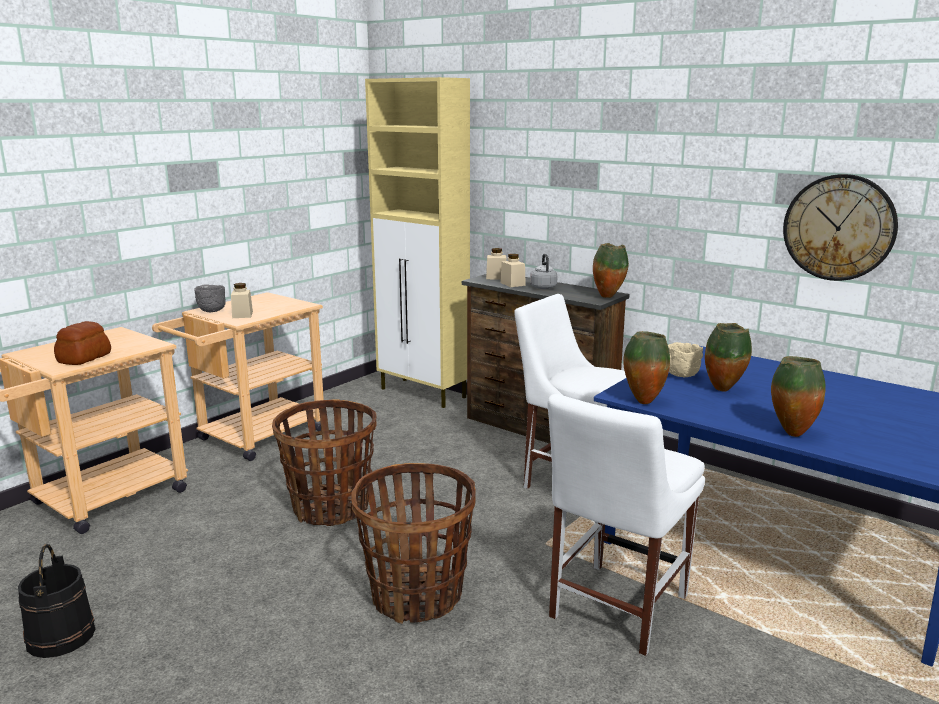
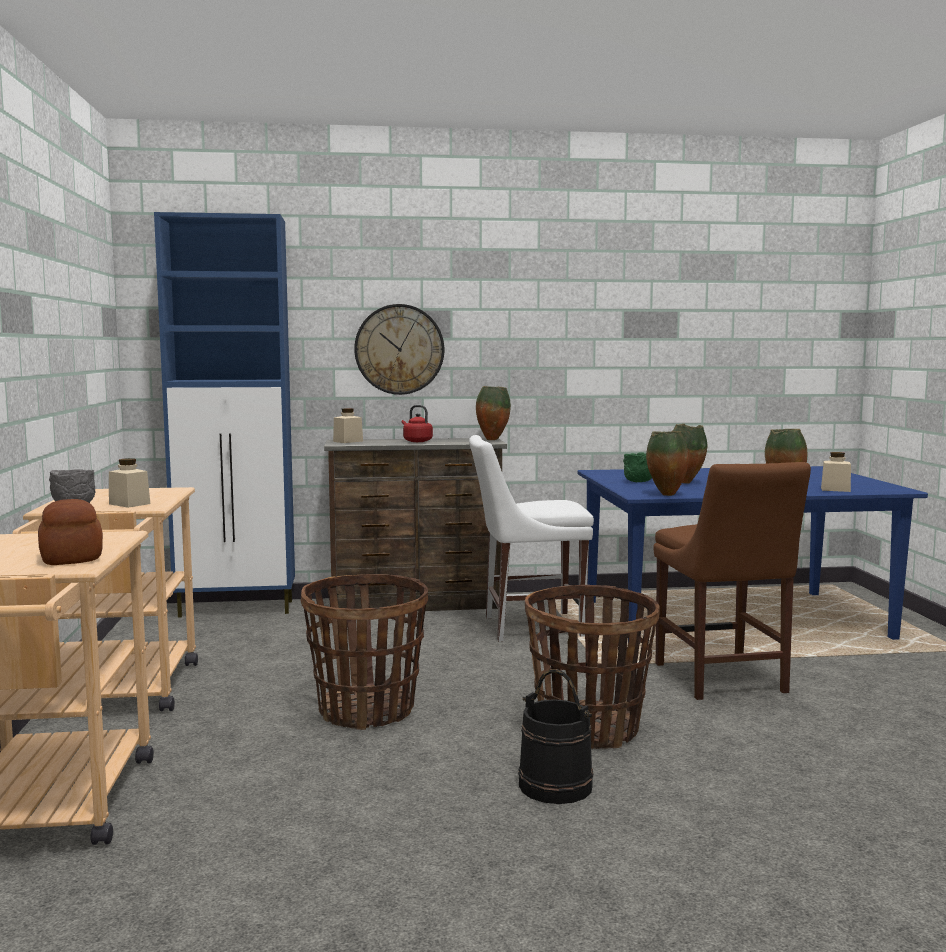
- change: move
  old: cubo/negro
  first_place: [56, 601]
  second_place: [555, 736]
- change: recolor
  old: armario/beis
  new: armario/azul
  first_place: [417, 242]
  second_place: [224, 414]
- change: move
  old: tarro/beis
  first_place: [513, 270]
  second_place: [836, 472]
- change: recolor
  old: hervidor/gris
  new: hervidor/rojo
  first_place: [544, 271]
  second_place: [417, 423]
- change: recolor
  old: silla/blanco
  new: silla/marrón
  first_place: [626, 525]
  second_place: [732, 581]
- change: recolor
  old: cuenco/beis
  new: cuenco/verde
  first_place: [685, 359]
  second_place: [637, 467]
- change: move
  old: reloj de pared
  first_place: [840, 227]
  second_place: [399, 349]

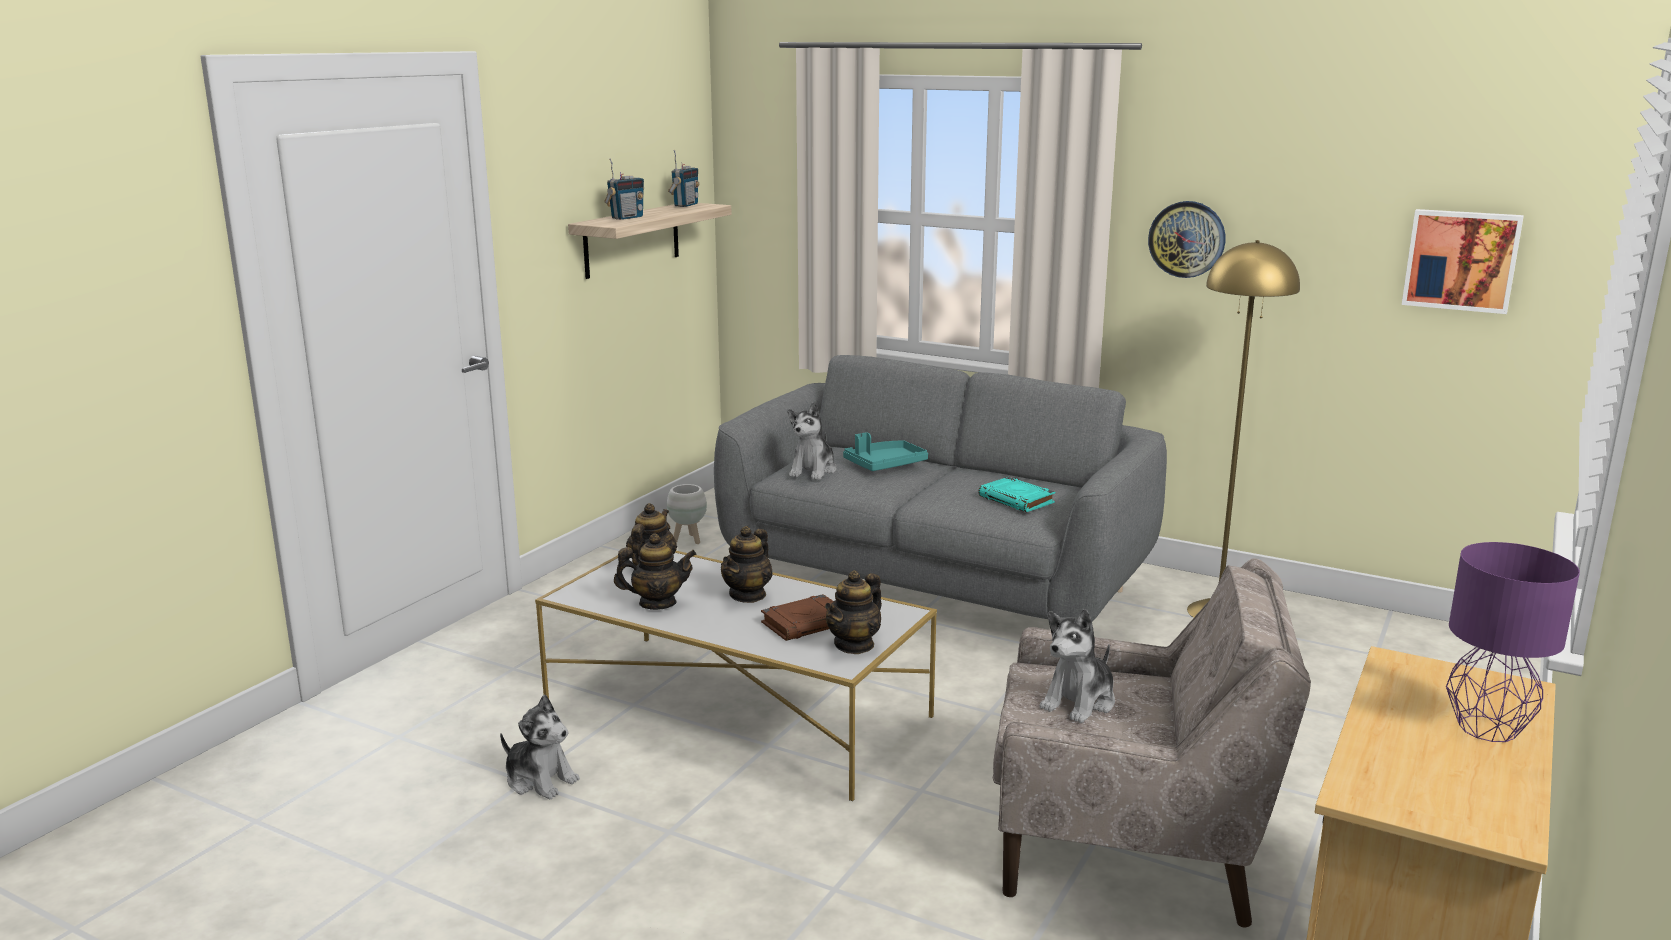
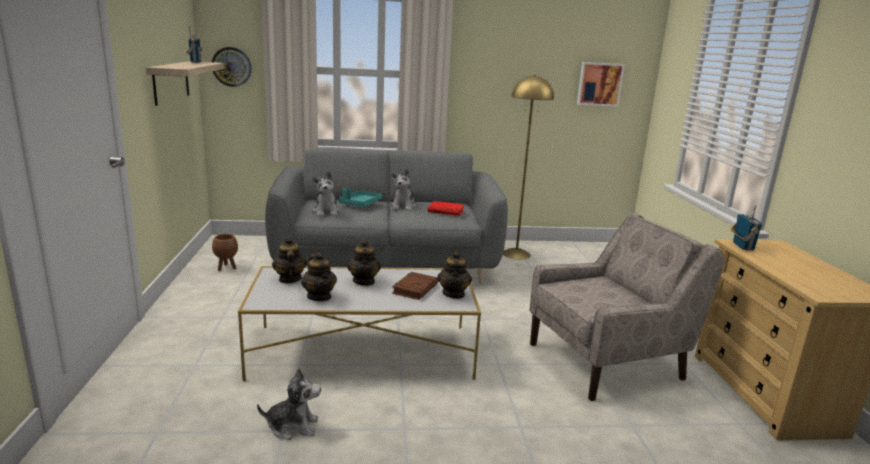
- change: move
  old: radio
  first_place: [624, 189]
  second_place: [746, 227]
- change: rotate
  old: tetera
  first_place: [655, 571]
  second_place: [319, 276]
  degrees: 105
- change: recolor
  old: maceta/blanco
  new: maceta/marrón
  first_place: [687, 514]
  second_place: [225, 252]
- change: recolor
  old: libro/turquesa
  new: libro/rojo
  first_place: [1016, 494]
  second_place: [446, 208]
- change: move
  old: peluche
  first_place: [1077, 666]
  second_place: [403, 189]
- change: move
  old: reloj de pared
  first_place: [1186, 239]
  second_place: [232, 67]
- change: delete
  old: lámpara de mesa/morado
  first_place: [1513, 642]

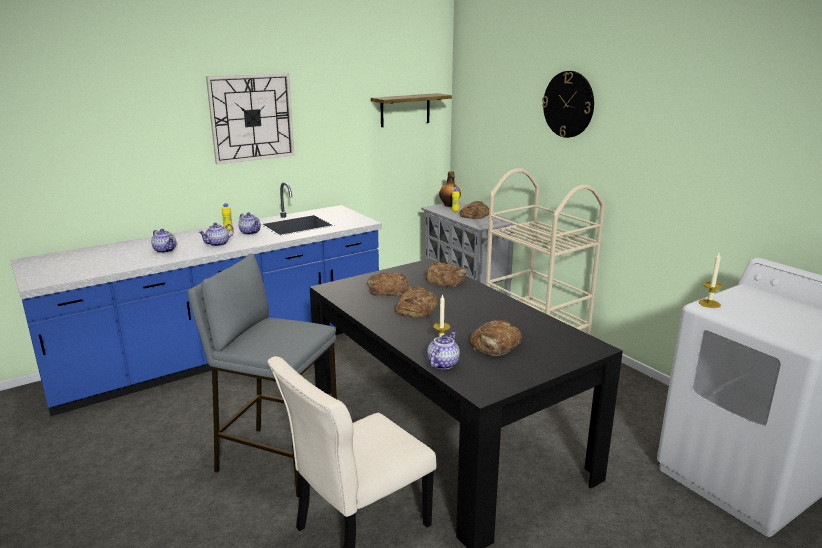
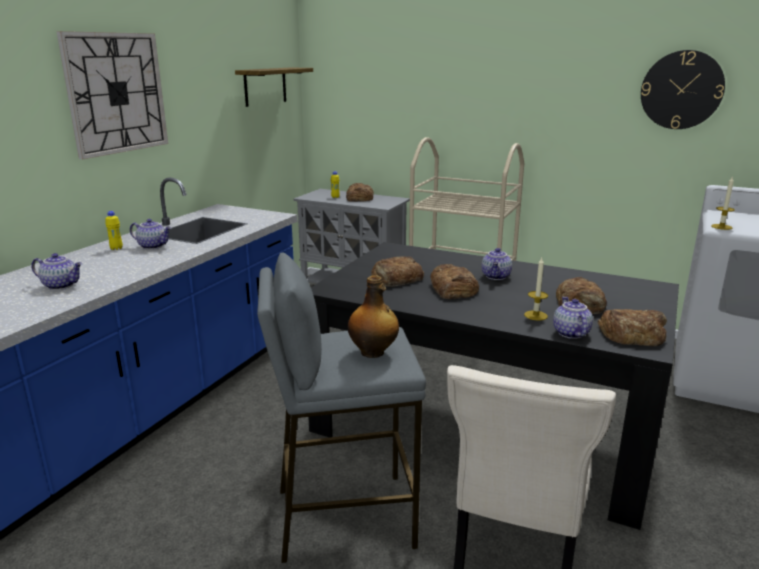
- change: move
  old: tetera
  first_place: [216, 235]
  second_place: [496, 264]
- change: move
  old: pan
  first_place: [445, 274]
  second_place: [632, 327]
- change: move
  old: botella
  first_place: [450, 189]
  second_place: [373, 316]
- change: move
  old: reloj de pared
  first_place: [568, 104]
  second_place: [683, 89]

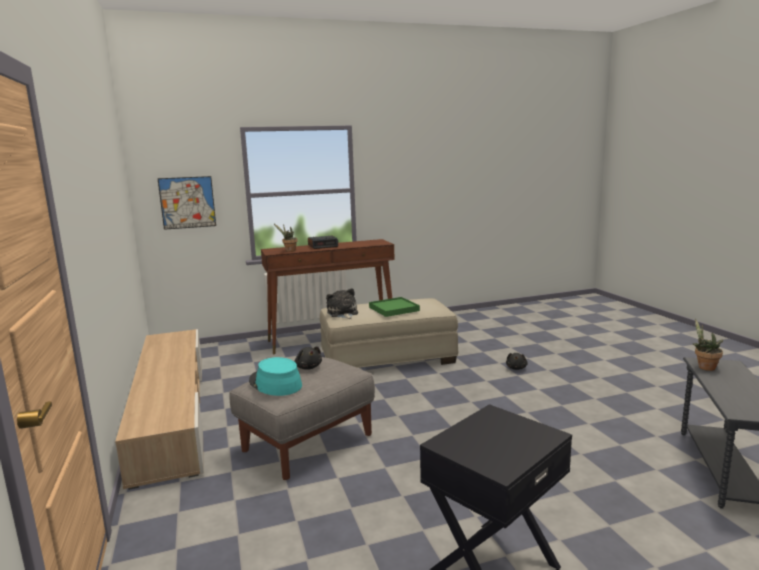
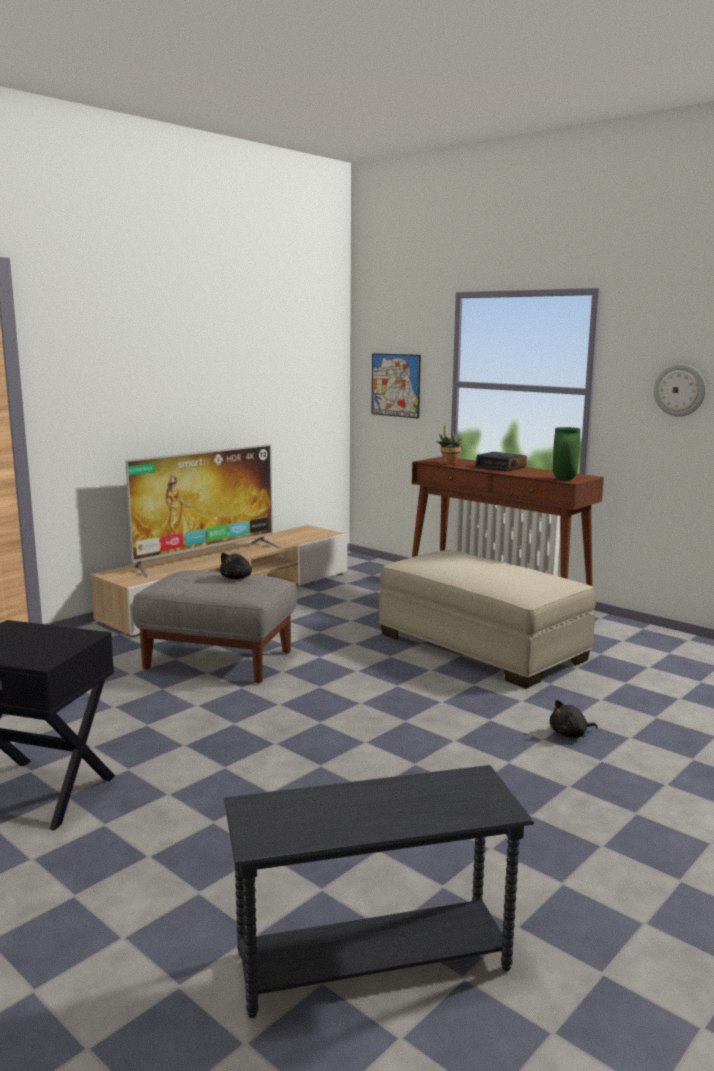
- change: delete
  old: sombrero/turquesa
  first_place: [275, 376]
- change: delete
  old: peluche
  first_place: [342, 303]
- change: delete
  old: bandeja/verde
  first_place: [394, 307]
- change: delete
  old: planta en maceta
  first_place: [707, 345]
- change: insert
  new: televisor
  second_place: [203, 510]
- change: insert
  new: florero/verde
  second_place: [567, 453]
- change: insert
  new: reloj de pared
  second_place: [680, 390]

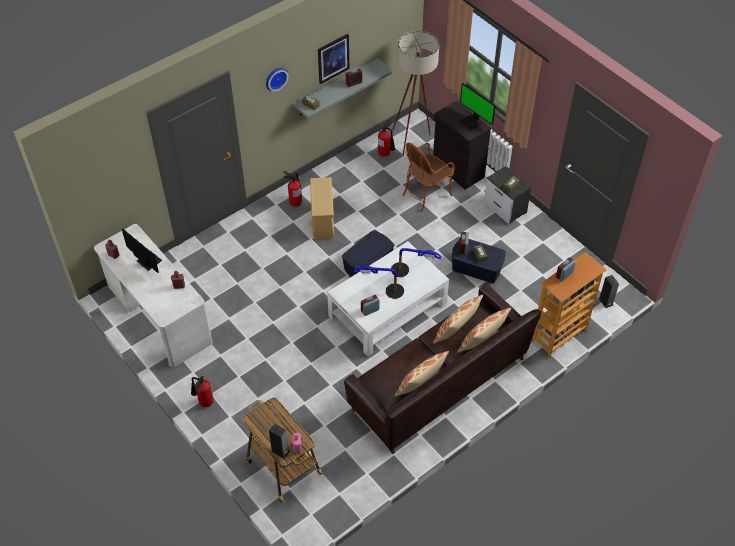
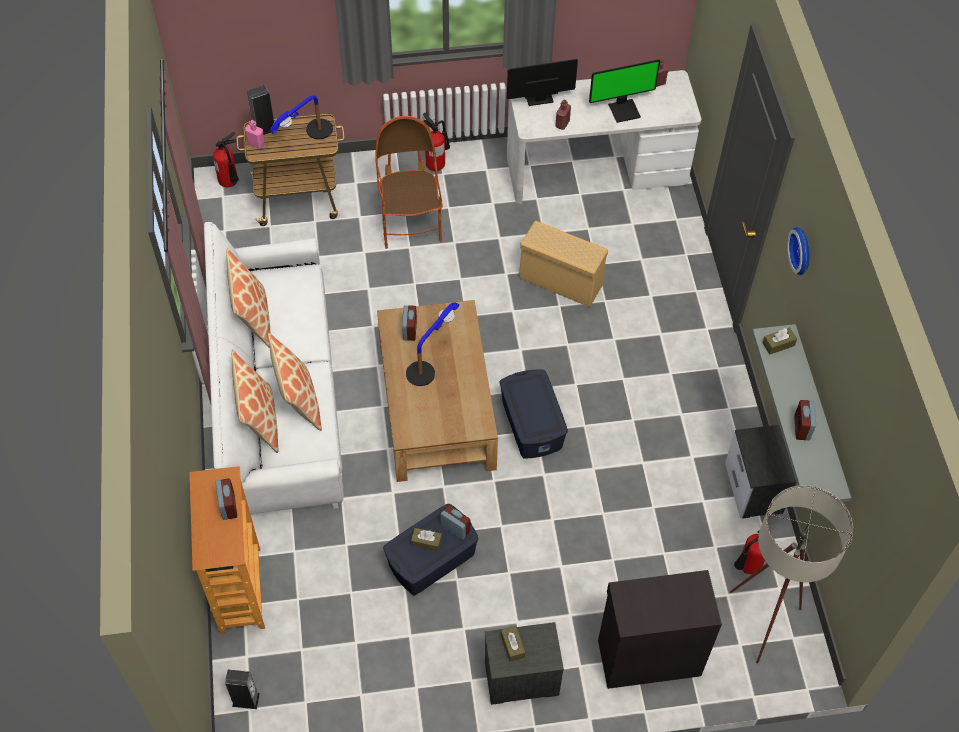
- change: move
  old: extintor
  first_place: [292, 189]
  second_place: [226, 159]
- change: move
  old: caja de almacenaje/beis
  first_place: [322, 208]
  second_place: [563, 264]
- change: delete
  old: cuadro
  first_place: [333, 59]
- change: recolor
  old: mesa de centro/blanco
  new: mesa de centro/marrón
  first_place: [388, 299]
  second_place: [437, 391]
- change: recolor
  old: sofá/marrón
  new: sofá/blanco
  first_place: [442, 369]
  second_place: [274, 368]
- change: move
  old: lámpara de mesa
  first_place: [416, 262]
  second_place: [301, 117]
- change: move
  old: sillón
  first_place: [428, 177]
  second_place: [409, 182]
- change: move
  old: monitor
  first_place: [477, 106]
  second_place: [542, 82]
- change: insert
  new: mesita de noche
  second_place: [761, 472]

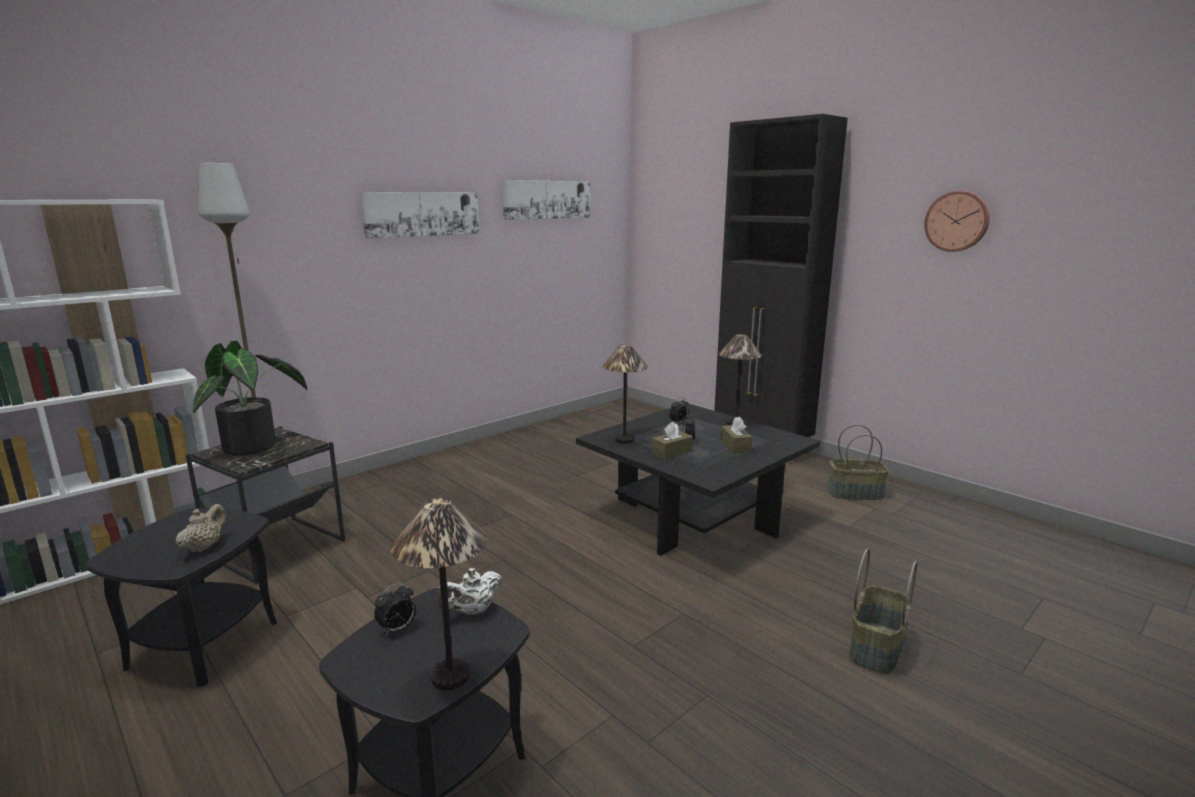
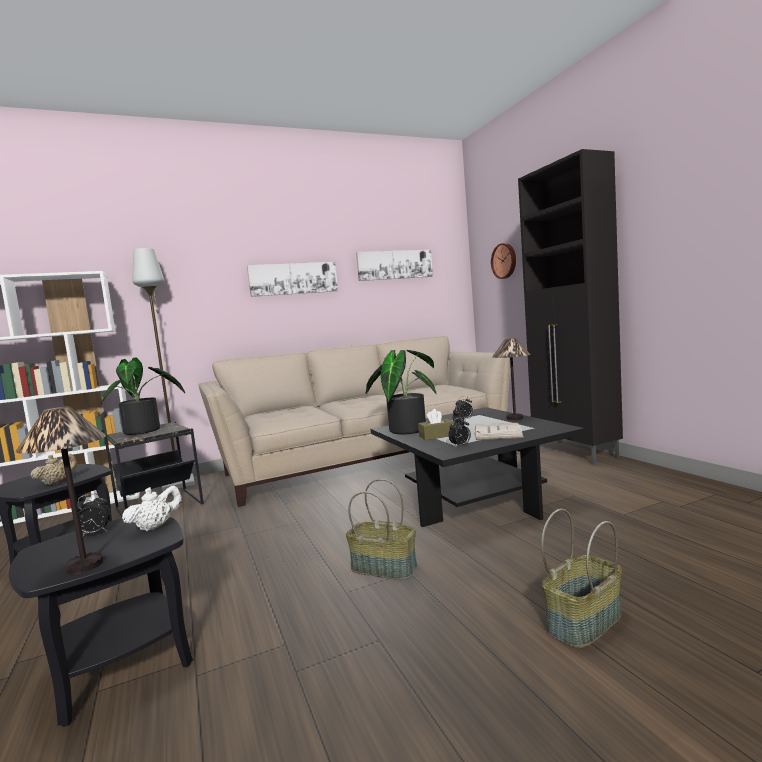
- change: rotate
  old: tetera/blanco
  first_place: [469, 592]
  second_place: [152, 508]
  degrees: 150
- change: replace
  old: lámpara de mesa
  new: planta en maceta
  first_place: [625, 394]
  second_place: [401, 392]
- change: replace
  old: caja de pañuelos/marrón
  new: libro/blanco
  first_place: [737, 435]
  second_place: [499, 431]
- change: move
  old: cesta
  first_place: [858, 462]
  second_place: [381, 529]
- change: move
  old: reloj de pared
  first_place: [957, 221]
  second_place: [503, 261]
- change: insert
  new: sofá/beis
  second_place: [354, 421]
- change: insert
  new: despertador
  second_place: [459, 432]

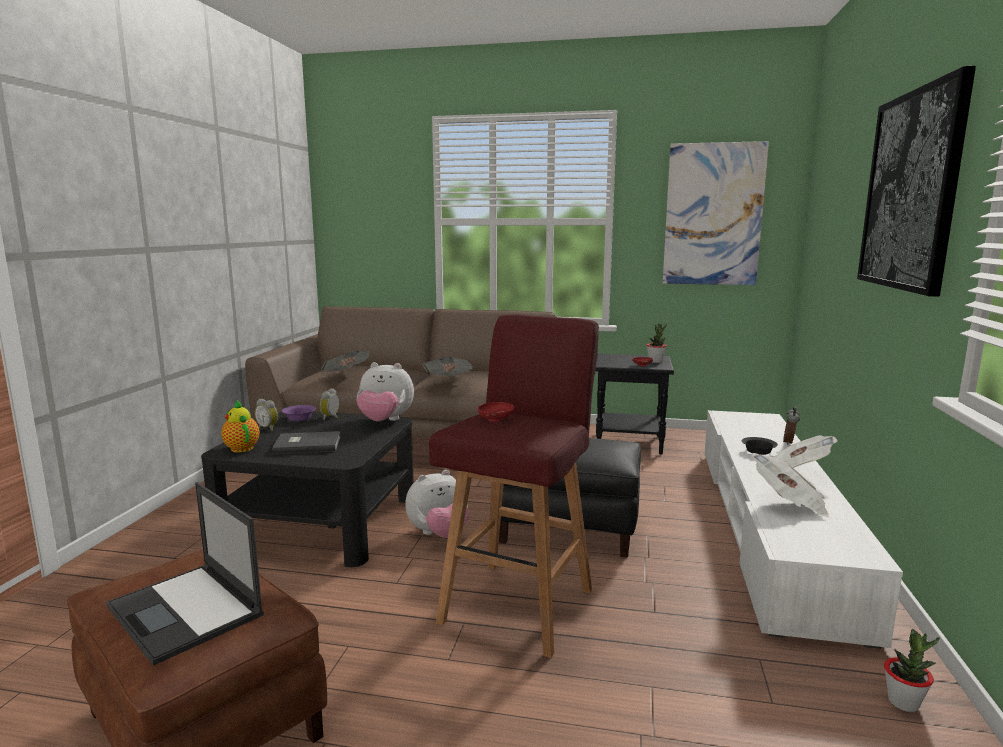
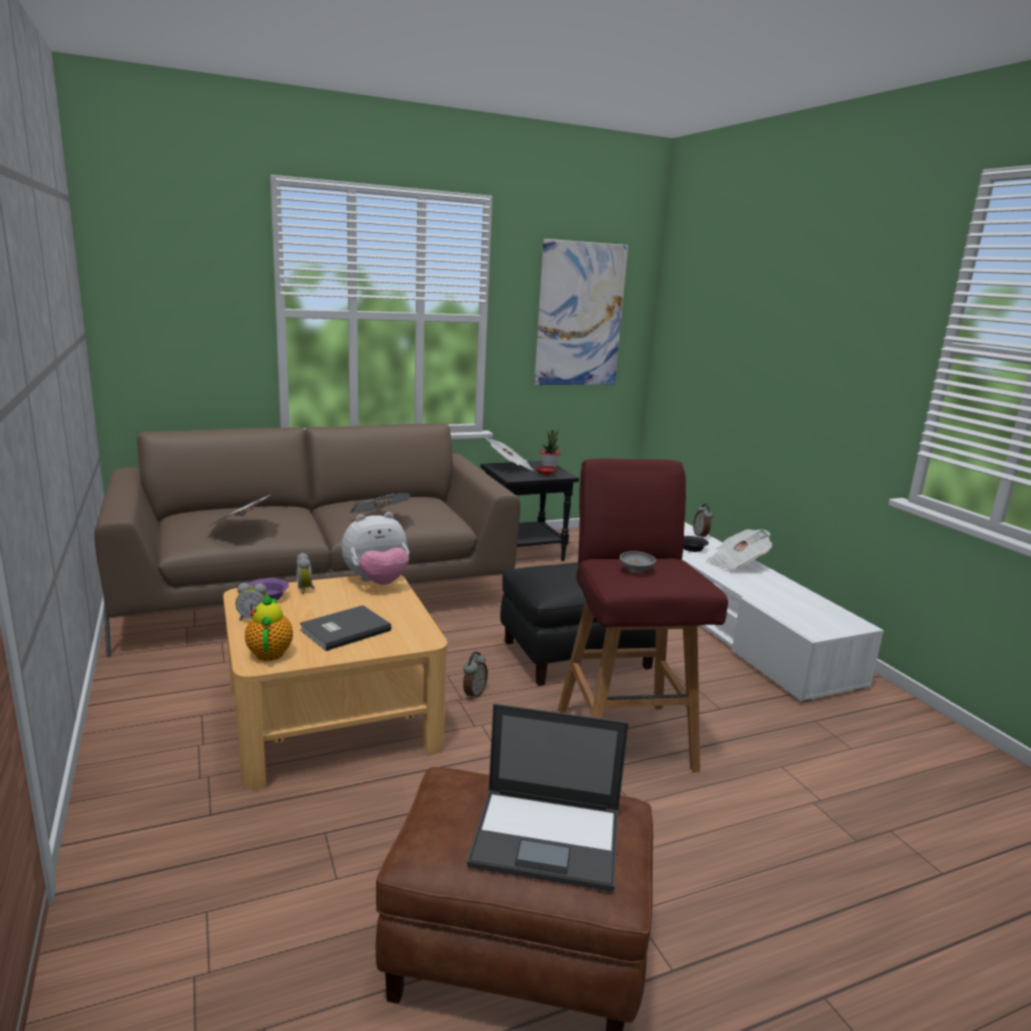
- change: recolor
  old: mesa de centro/negro
  new: mesa de centro/beis
  first_place: [307, 489]
  second_place: [335, 682]
- change: rotate
  old: tetera
  first_place: [240, 426]
  second_place: [269, 627]
  degrees: 60
- change: replace
  old: peluche
  new: despertador
  first_place: [437, 504]
  second_place: [475, 676]
- change: recolor
  old: cuenco/rojo
  new: cuenco/gris
  first_place: [496, 412]
  second_place: [638, 562]
- change: move
  old: periódico
  first_place: [790, 485]
  second_place: [509, 454]
- change: delete
  old: cuadro
  first_place: [916, 181]
- change: delete
  old: planta en maceta
  first_place: [912, 670]

